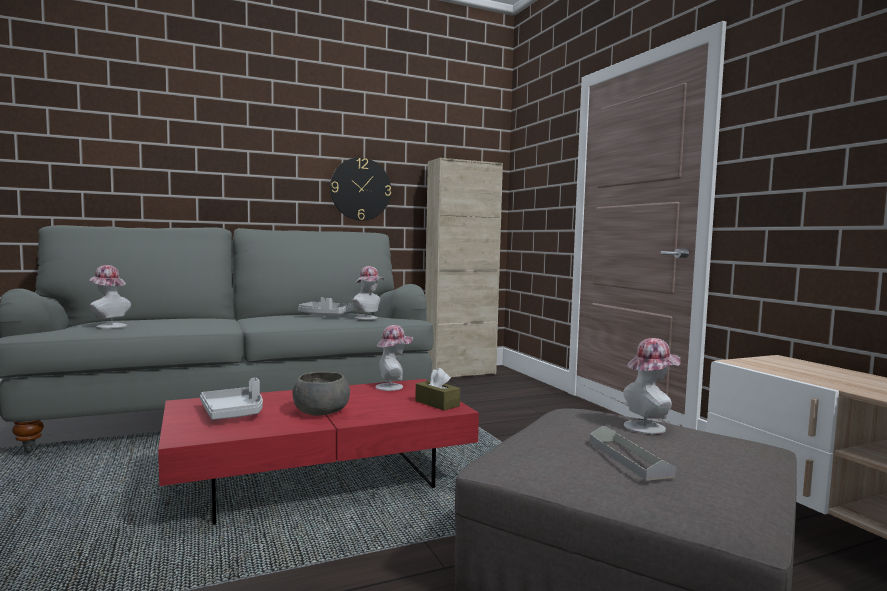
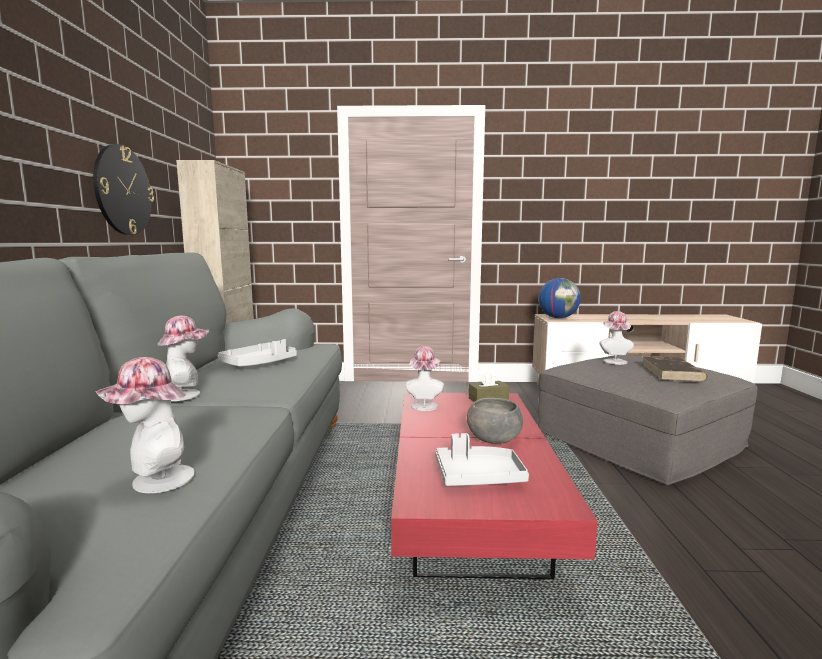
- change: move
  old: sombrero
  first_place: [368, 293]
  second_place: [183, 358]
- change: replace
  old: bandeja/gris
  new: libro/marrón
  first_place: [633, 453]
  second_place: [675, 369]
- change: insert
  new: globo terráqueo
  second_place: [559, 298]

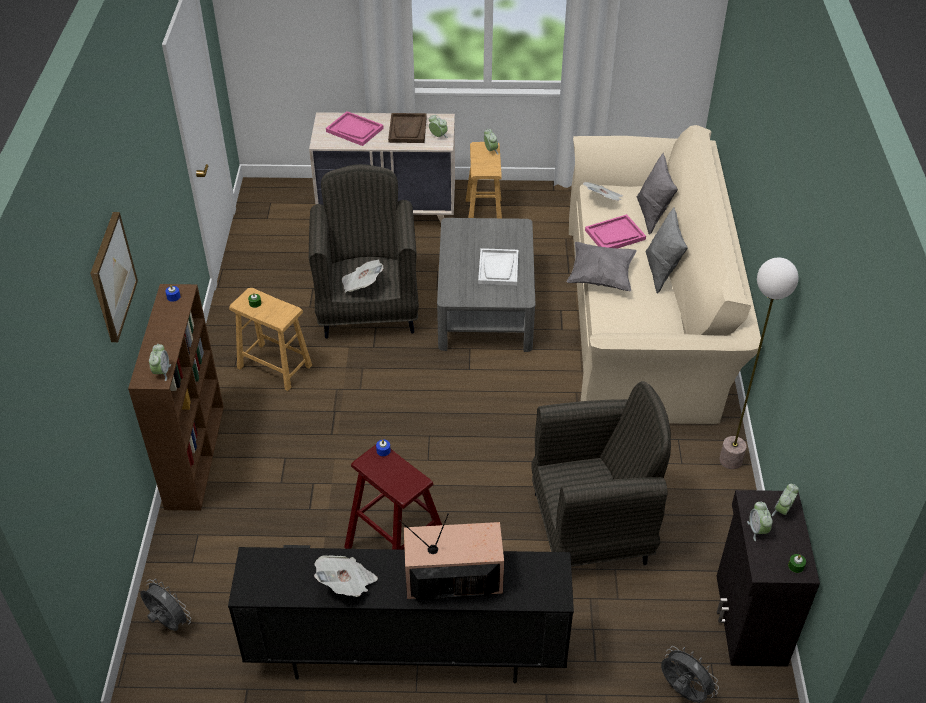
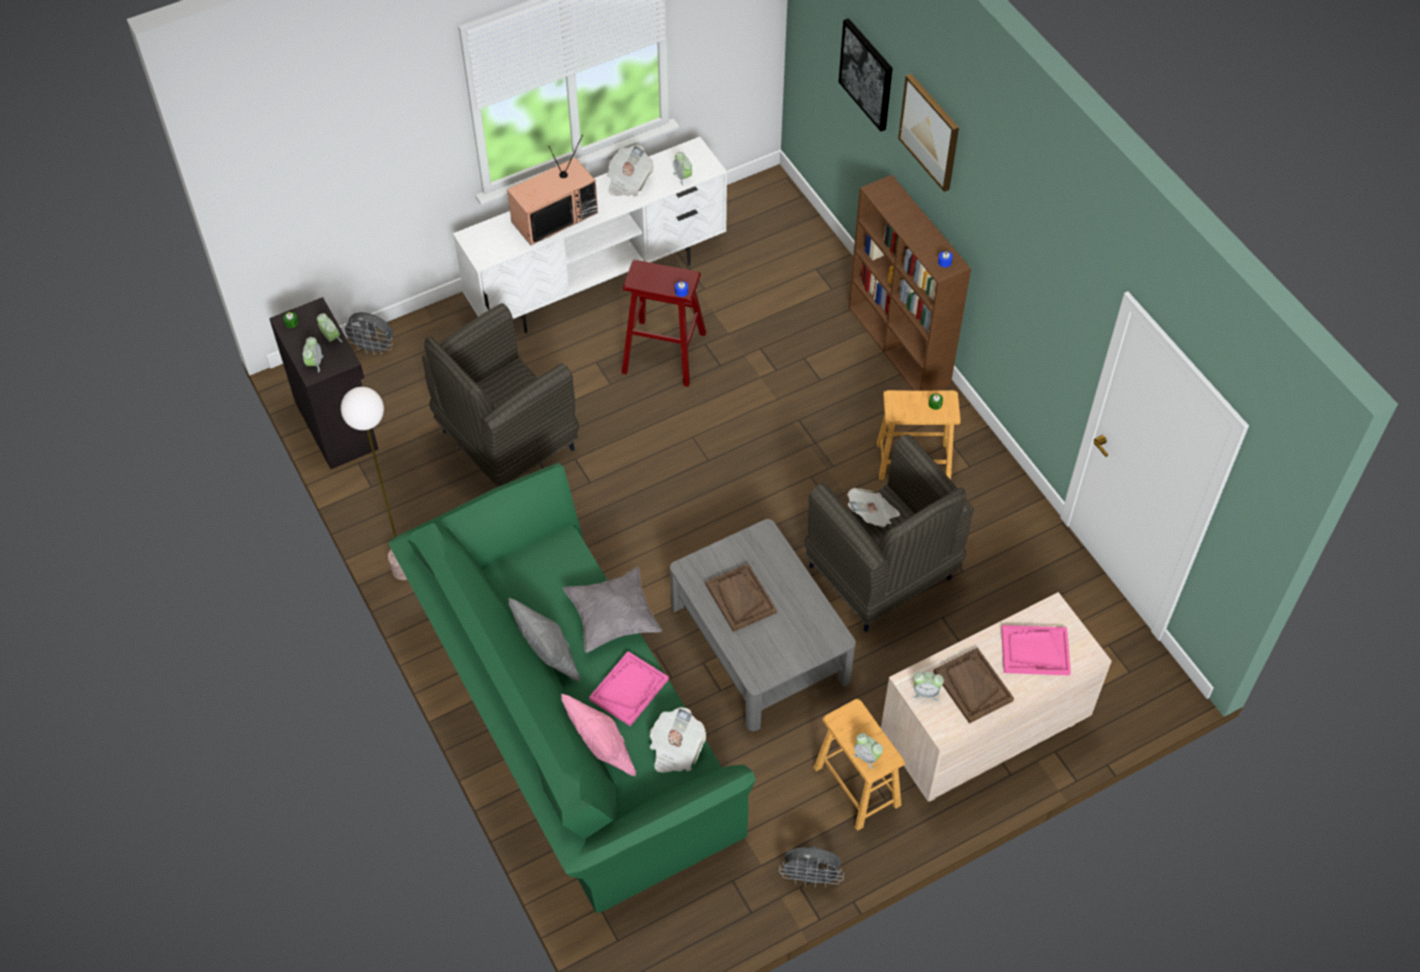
- change: move
  old: ventilador/gris
  first_place: [165, 605]
  second_place: [811, 866]
- change: move
  old: despertador
  first_place: [160, 362]
  second_place: [682, 169]
- change: recolor
  old: mueble de televisión/negro
  new: mueble de televisión/blanco
  first_place: [401, 614]
  second_place: [590, 235]
- change: recolor
  old: bandeja/blanco
  new: bandeja/marrón
  first_place: [498, 266]
  second_place: [741, 597]
- change: recolor
  old: sofá/beis
  new: sofá/verde
  first_place: [665, 274]
  second_place: [572, 688]
- change: recolor
  old: cojín/gris
  new: cojín/rosa
  first_place: [657, 194]
  second_place: [598, 735]
- change: insert
  new: cuadro
  second_place: [866, 74]

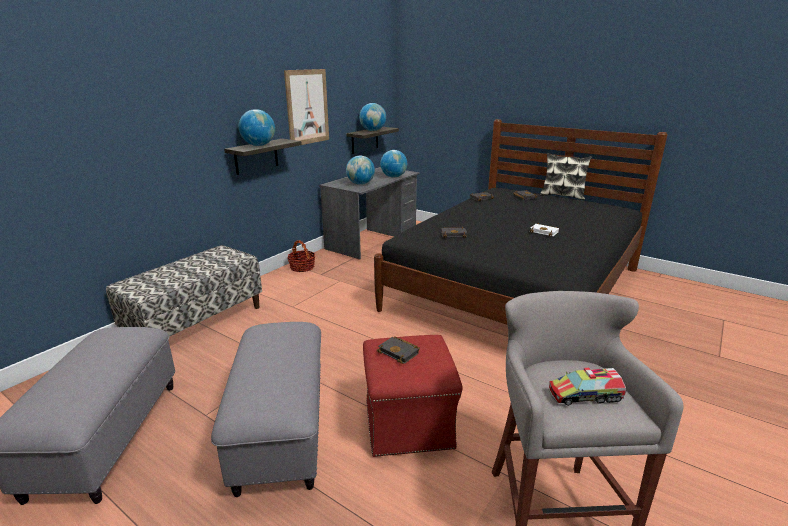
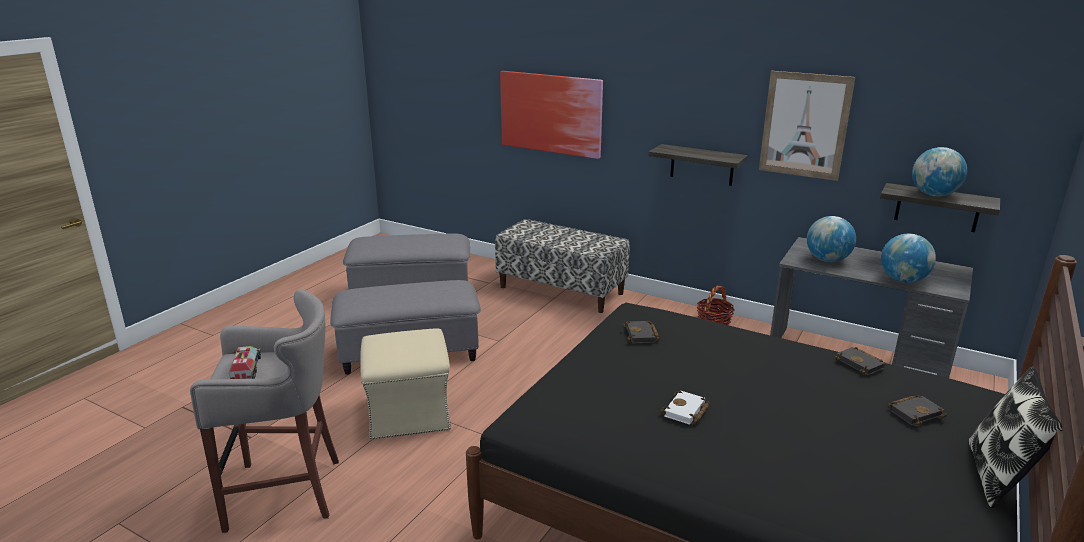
- change: delete
  old: globo terráqueo
  first_place: [257, 127]
- change: recolor
  old: puf/rojo
  new: puf/beis
  first_place: [413, 396]
  second_place: [405, 384]
- change: delete
  old: libro/negro
  first_place: [398, 350]
- change: insert
  new: cuadro
  second_place: [551, 115]

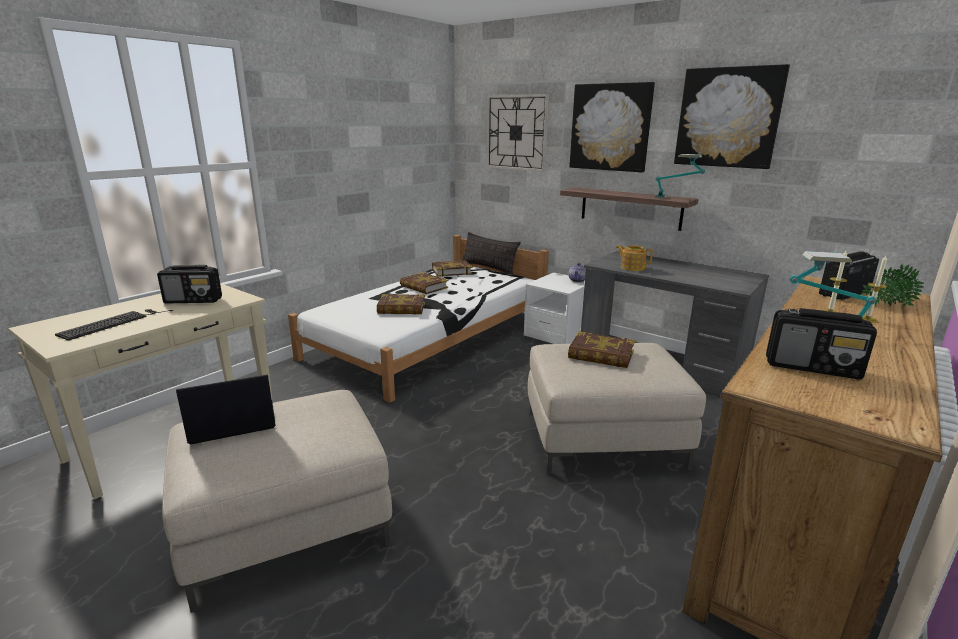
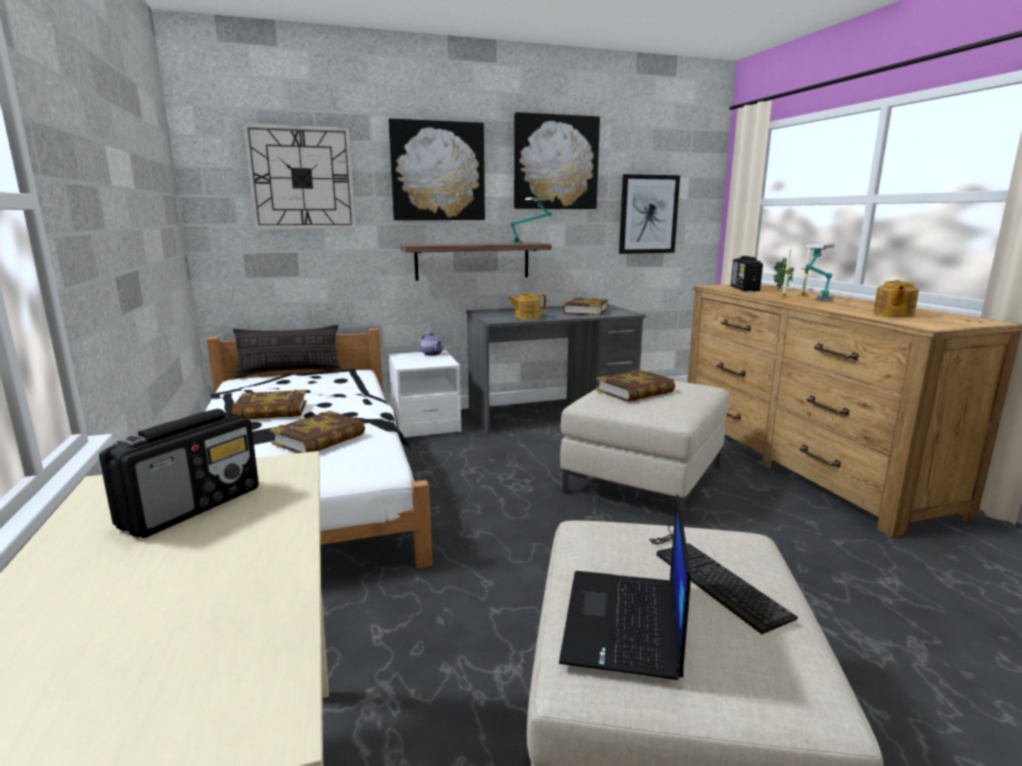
- change: move
  old: teclado
  first_place: [114, 325]
  second_place: [723, 578]
- change: move
  old: libro
  first_place: [452, 268]
  second_place: [585, 307]
- change: replace
  old: radio
  new: tetera
  first_place: [821, 344]
  second_place: [896, 298]
- change: insert
  new: cuadro
  second_place: [649, 214]

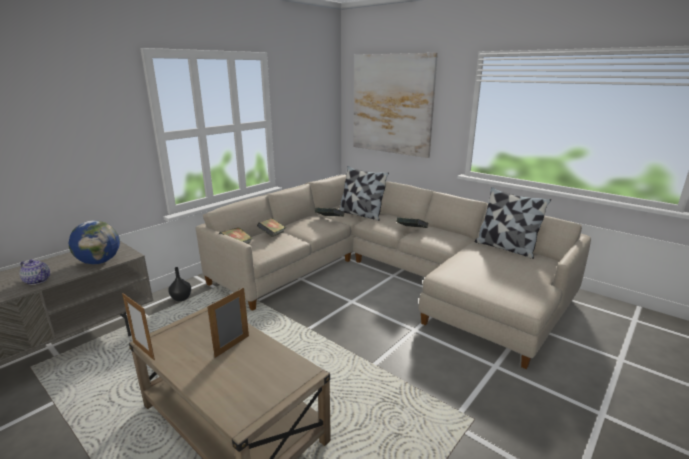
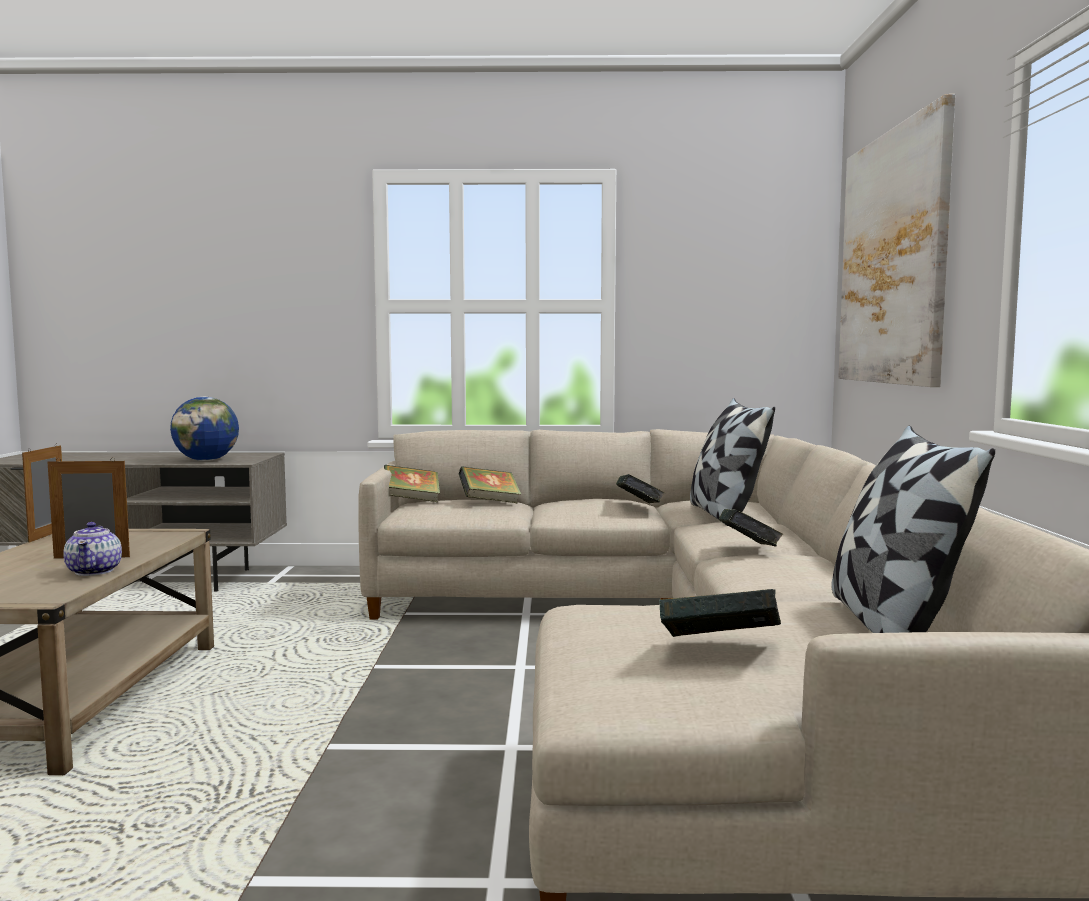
- change: move
  old: tetera
  first_place: [34, 272]
  second_place: [92, 549]
- change: delete
  old: florero/negro
  first_place: [179, 284]
- change: insert
  new: libro
  second_place: [720, 613]

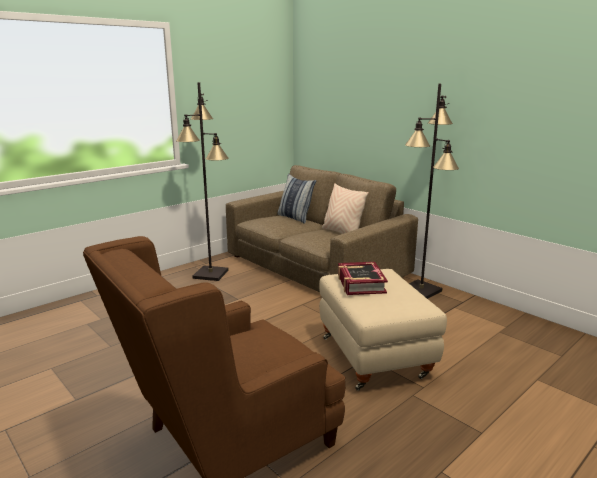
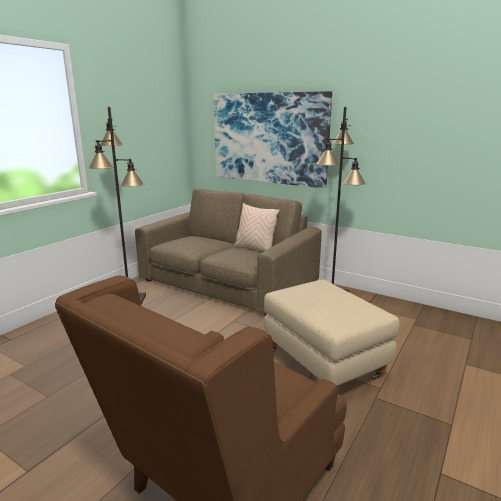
- change: delete
  old: cojín
  first_place: [296, 199]
- change: delete
  old: libro
  first_place: [363, 278]
- change: insert
  new: cuadro
  second_place: [273, 139]

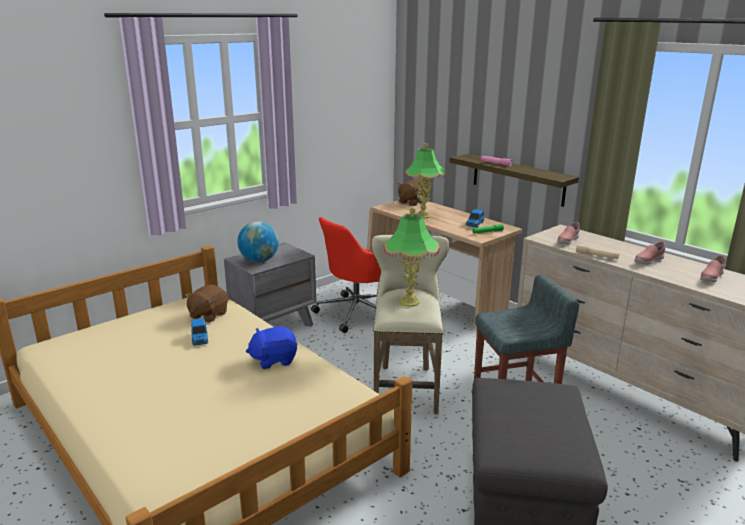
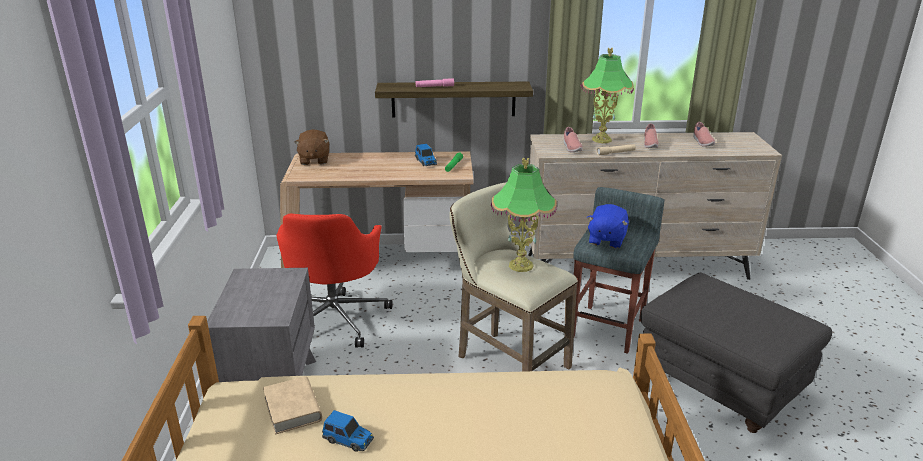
- change: replace
  old: peluche/marrón
  new: libro/beis
  first_place: [206, 304]
  second_place: [292, 405]
- change: delete
  old: globo terráqueo
  first_place: [258, 241]
- change: move
  old: peluche/azul
  first_place: [271, 347]
  second_place: [608, 226]
- change: move
  old: lámpara de mesa
  first_place: [425, 181]
  second_place: [607, 95]

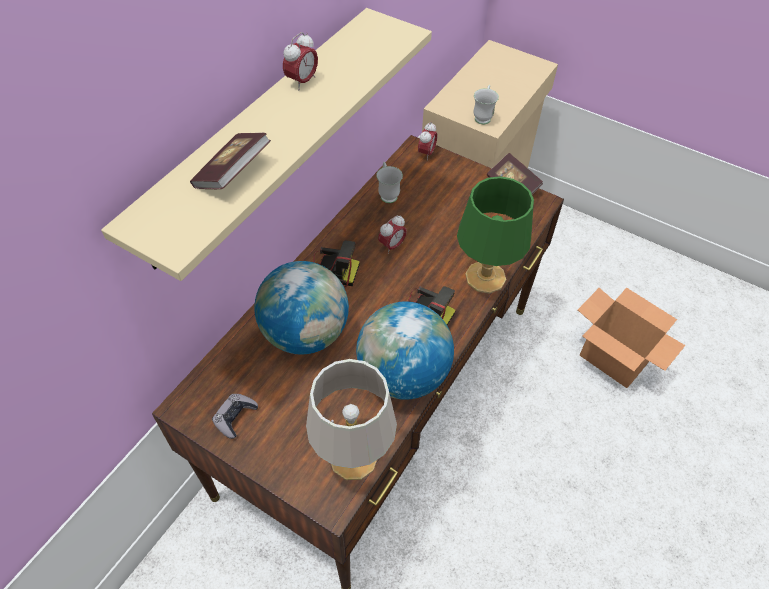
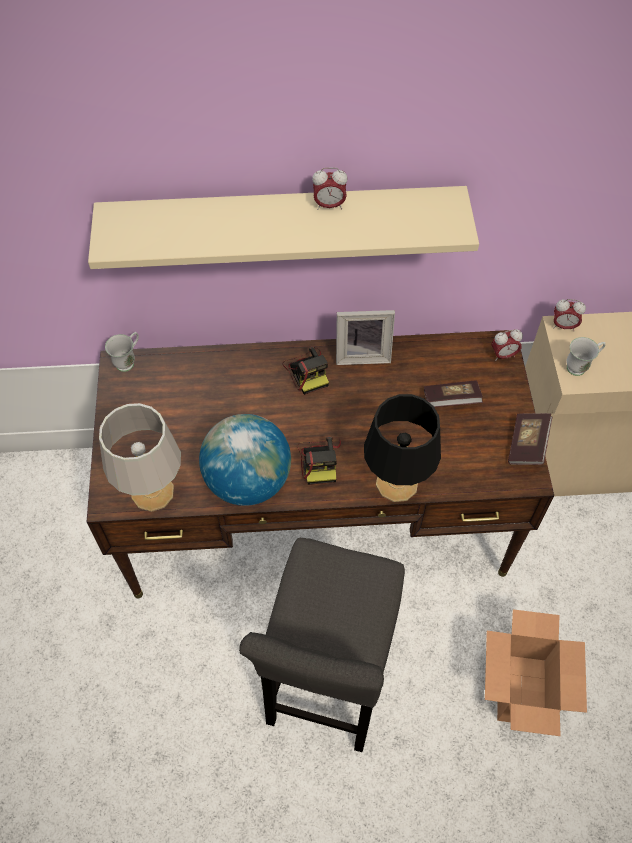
- change: move
  old: libro
  first_place: [230, 161]
  second_place: [453, 393]
- change: delete
  old: mando de consola/gris
  first_place: [235, 416]
- change: delete
  old: globo terráqueo
  first_place: [301, 307]
- change: move
  old: taza grande/blanco
  first_place: [389, 182]
  second_place: [122, 352]
- change: move
  old: despertador
  first_place: [392, 234]
  second_place: [570, 315]
- change: recolor
  old: lámpara de mesa/verde
  new: lámpara de mesa/negro
  first_place: [495, 235]
  second_place: [402, 448]
- change: insert
  new: taburete/gris
  second_place: [322, 645]
- change: insert
  new: portarretratos
  second_place: [365, 337]

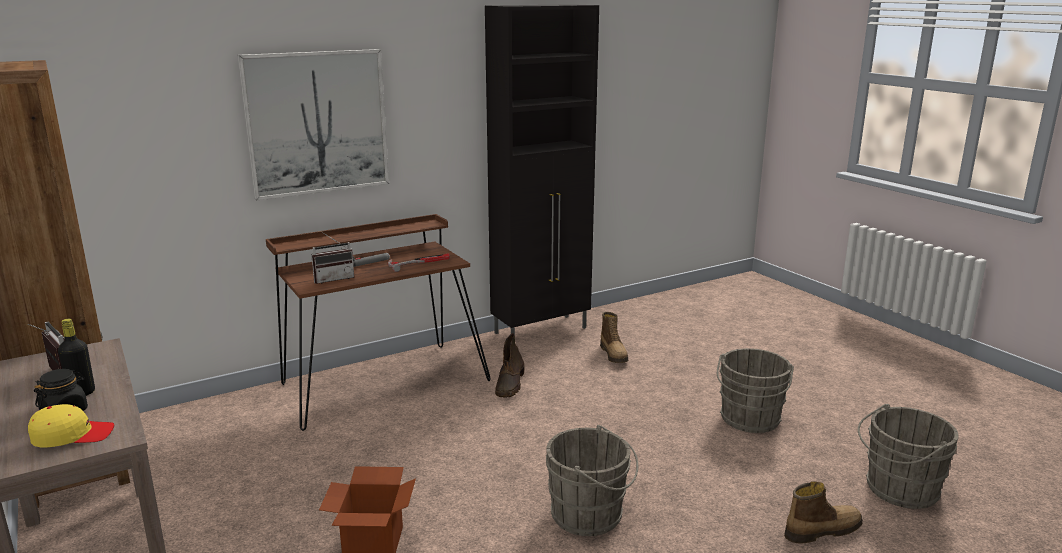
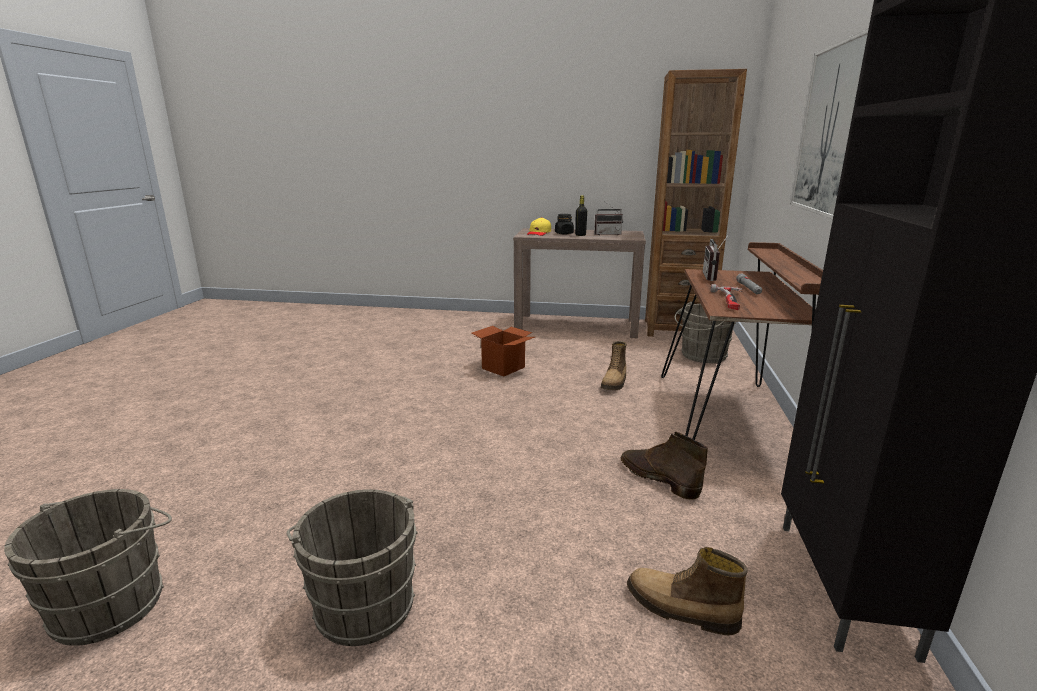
- change: move
  old: cubo/gris
  first_place: [592, 480]
  second_place: [705, 332]
- change: move
  old: bota
  first_place: [823, 512]
  second_place: [614, 365]

